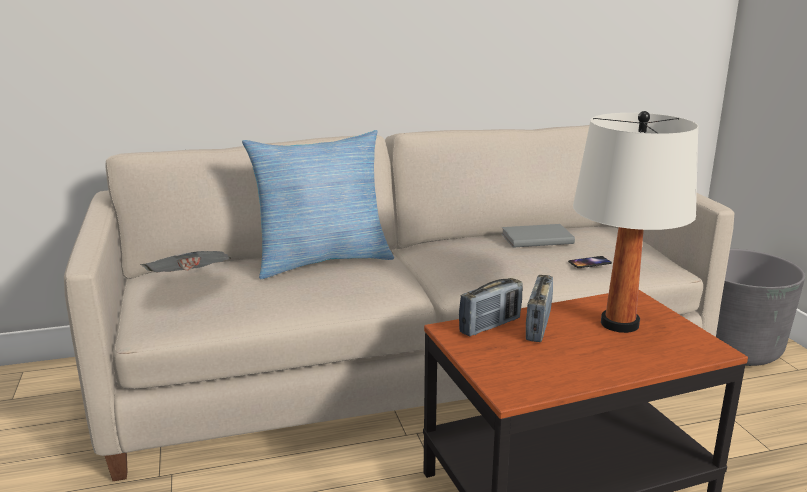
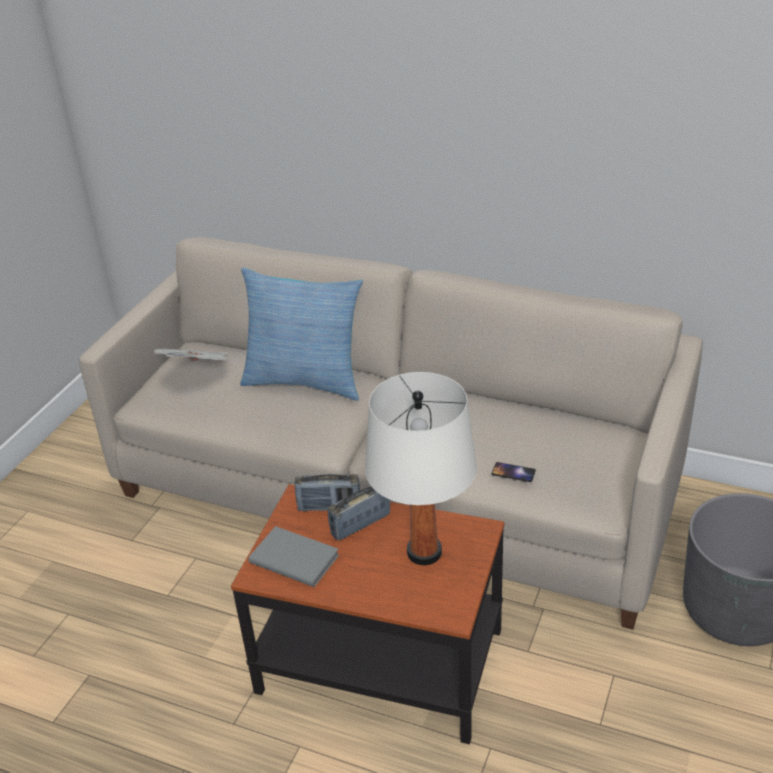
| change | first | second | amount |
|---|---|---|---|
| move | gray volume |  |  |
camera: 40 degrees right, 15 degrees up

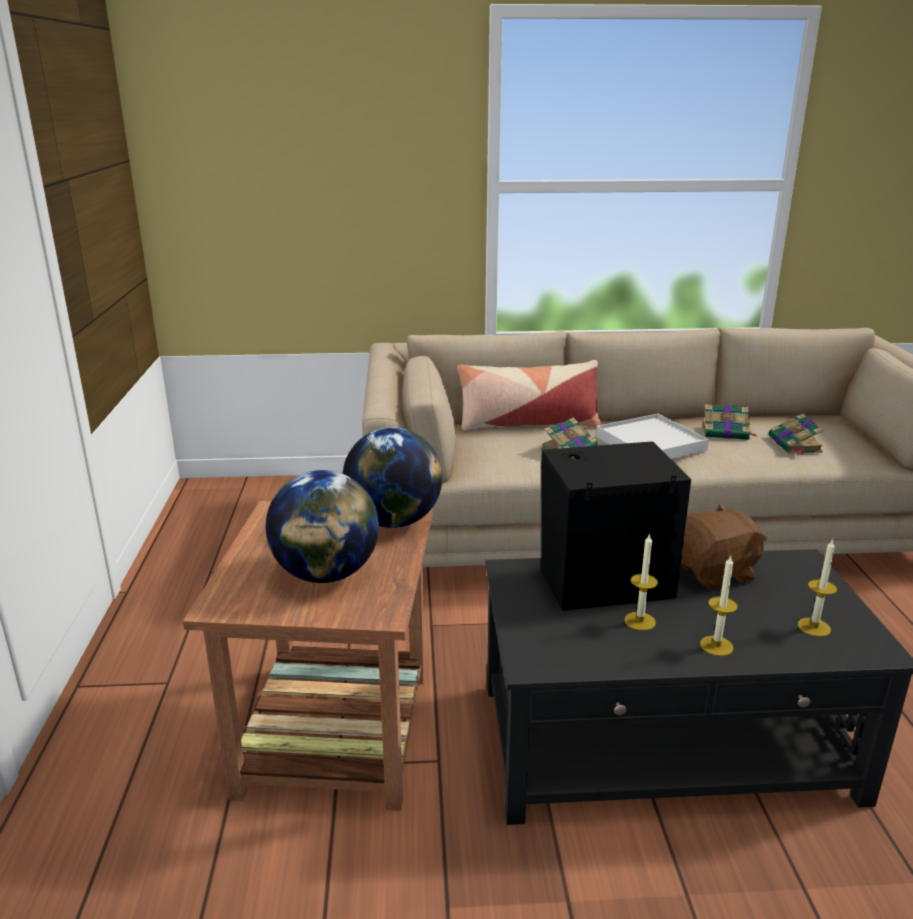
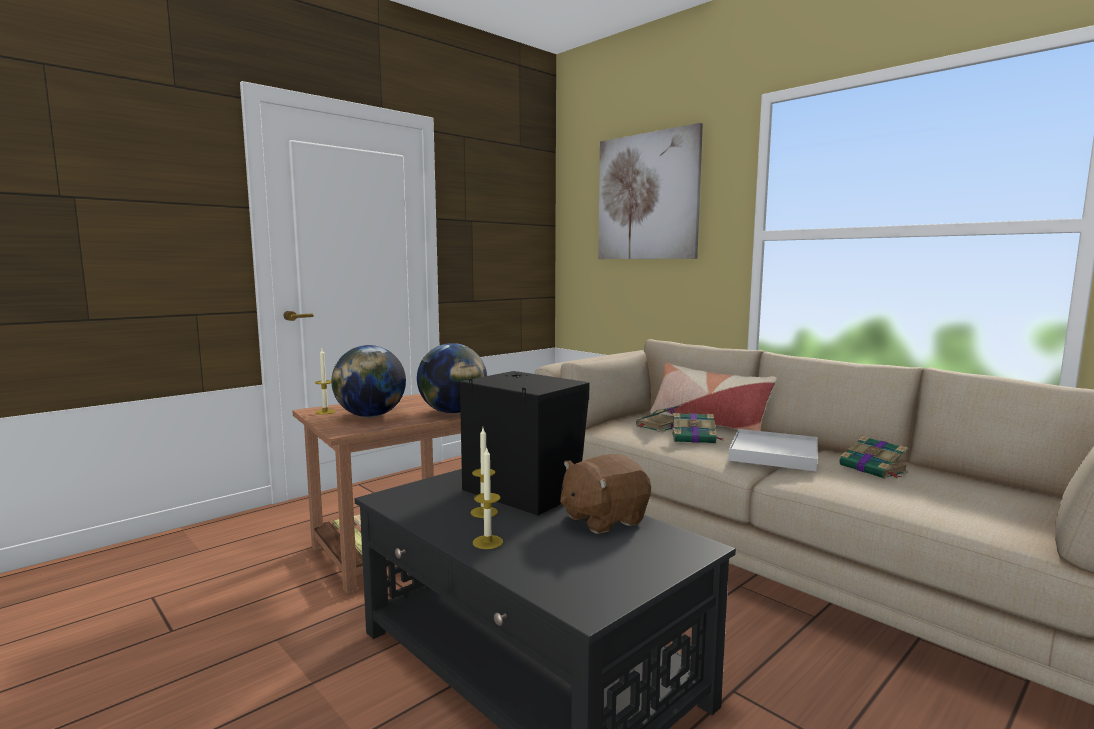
| change | first | second | amount |
|---|---|---|---|
| insert |  | wall picture |  |
| move | volume (3rd from left in the first image) | volume (1st from left) |  |
| move | candle (3rd from left in the first image) | candle (1st from left) |  |
| rotate | brown-coloured cuddly toy |  | 120 degrees clockwise |
camera: 50 degrees right, 15 degrees down

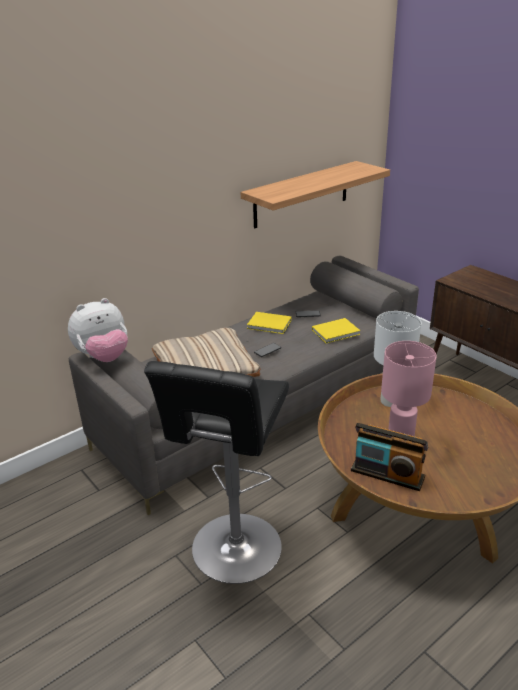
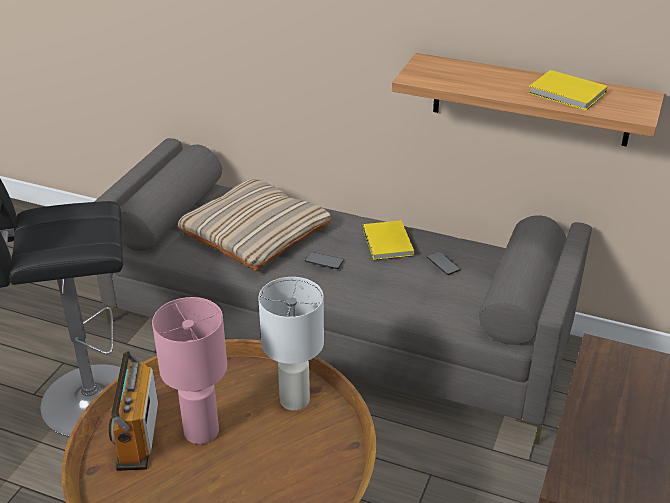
| change | first | second | amount |
|---|---|---|---|
| delete | cuddly toy |  |  |
| move | yellow volume (2nd from left) |  |  |
camera: 60 degrees right, 5 degrees up

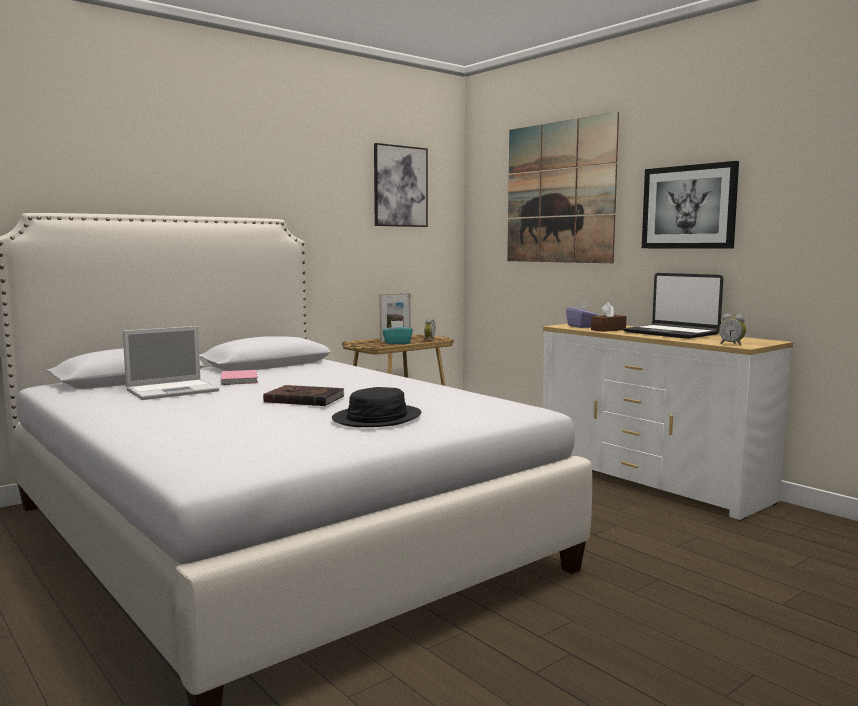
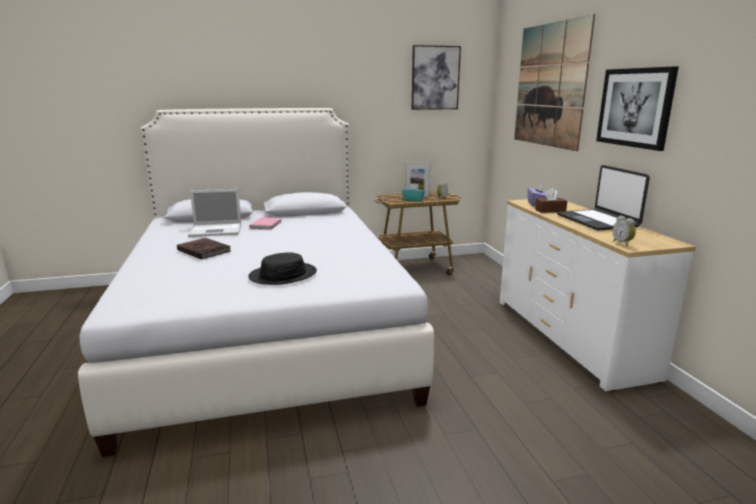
| change | first | second | amount |
|---|---|---|---|
| move | brown-coloured volume |  |  |
camera: 25 degrees right, 10 degrees up

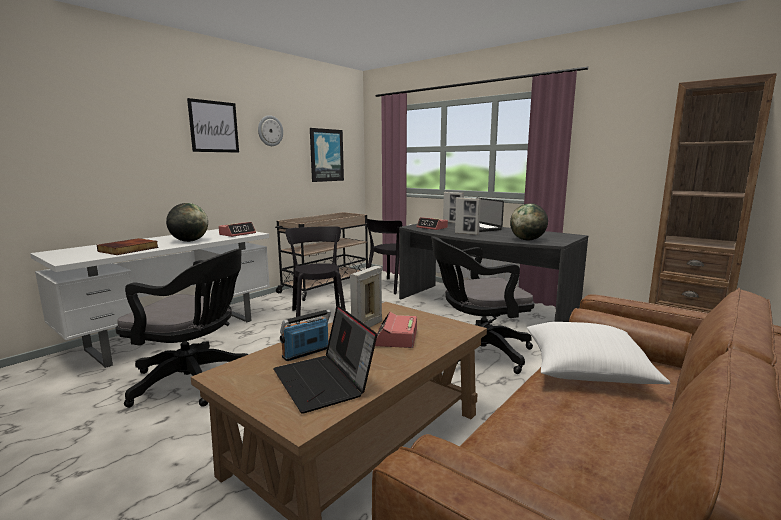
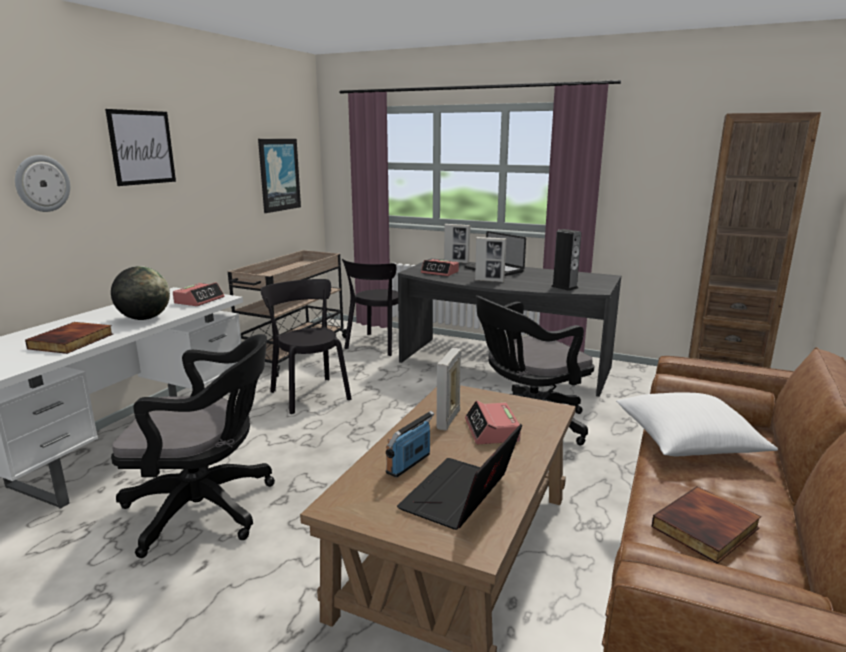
| change | first | second | amount |
|---|---|---|---|
| insert |  | volume (2nd from left) |  |
| move | wall clock |  |  |
| replace | desk globe (2nd from left) | loudspeaker |  |
| rotate | notebook computer (1st from left) |  | 75 degrees clockwise |
camera: 15 degrees left, 5 degrees up

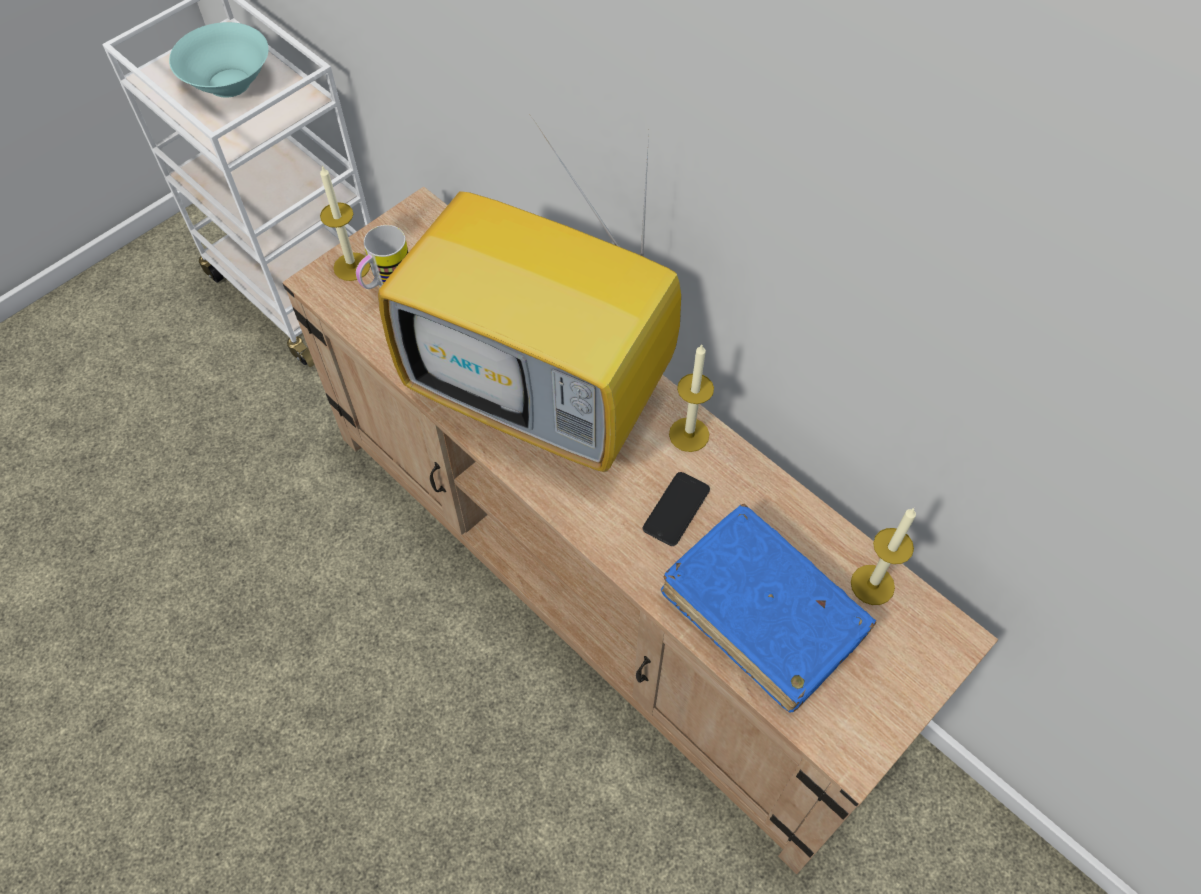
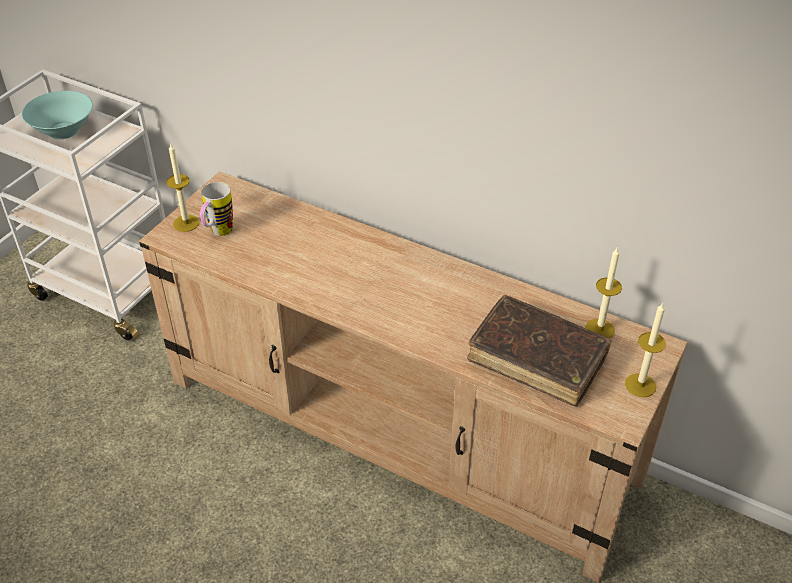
| change | first | second | amount |
|---|---|---|---|
| delete | TV set |  |  |
| delete | phone |  |  |
| move | candle (2nd from left in the first image) | candle (3rd from left) |  |
| recolor | blue-coloured volume | brown-coloured volume |  |
camera: 15 degrees left, 15 degrees down

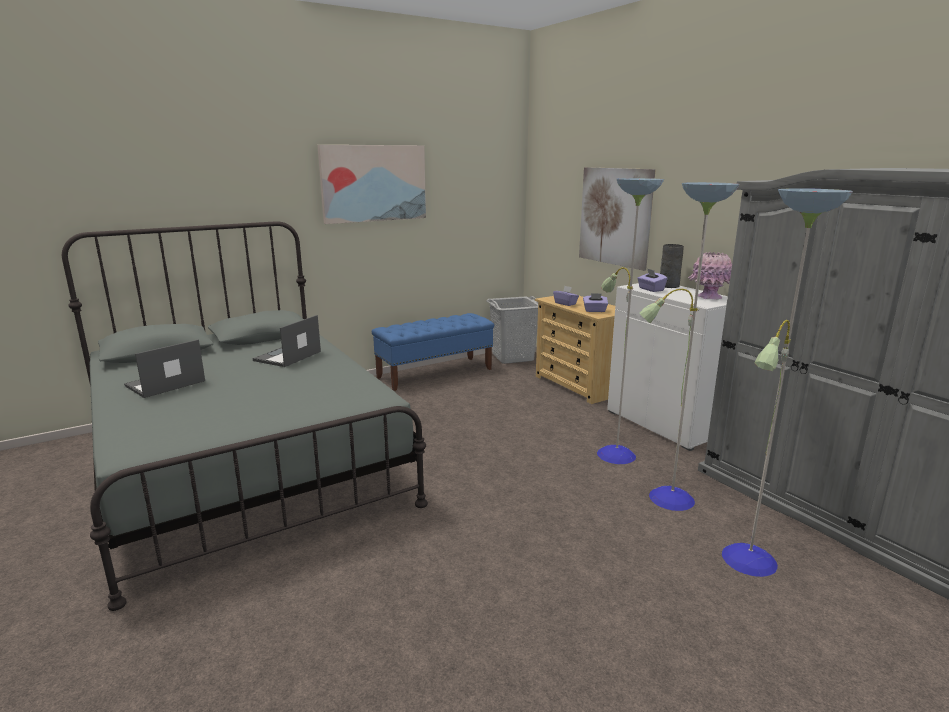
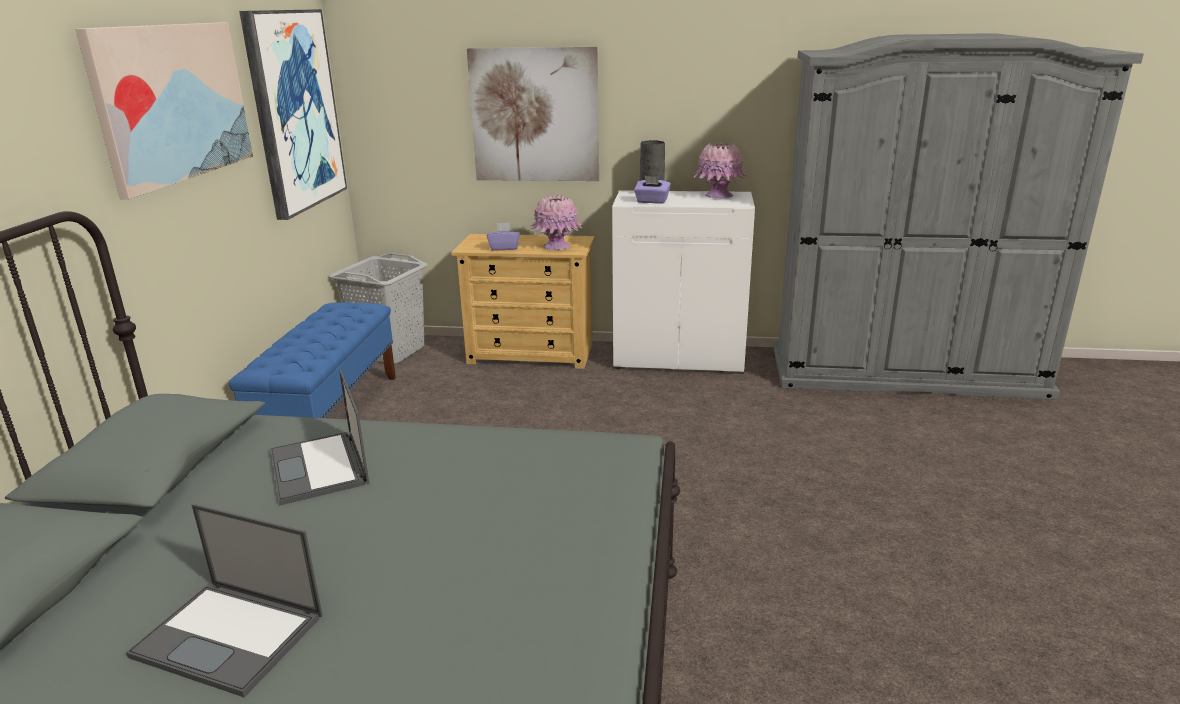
| change | first | second | amount |
|---|---|---|---|
| delete | floor lamp |  |  |
| insert |  | wall picture (2nd from left) |  |
| replace | purplish tissue holder (2nd from left) | pink vase (1st from left) |  |
| rotate | notebook computer (1st from left) |  | 60 degrees counterclockwise |
camera: 50 degrees left, 5 degrees up

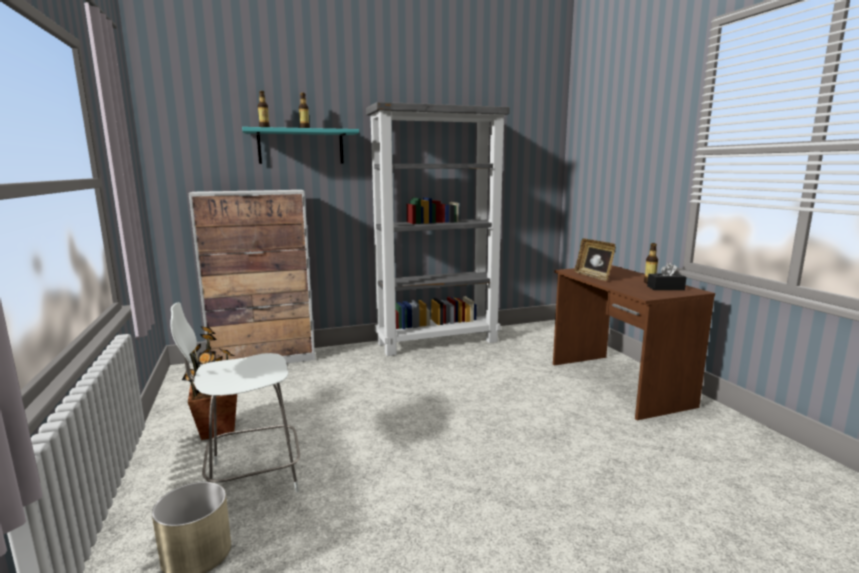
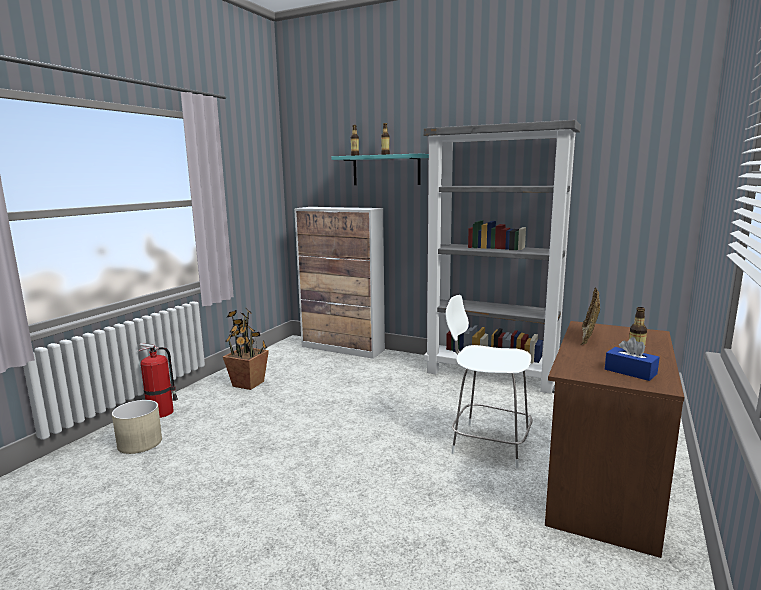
| change | first | second | amount |
|---|---|---|---|
| insert |  | extinguisher |  |
| move | white-coloured stool |  |  |
| recolor | blackish tissue holder | blue-coloured tissue holder |  |
camera: 45 degrees right, 0 degrees up

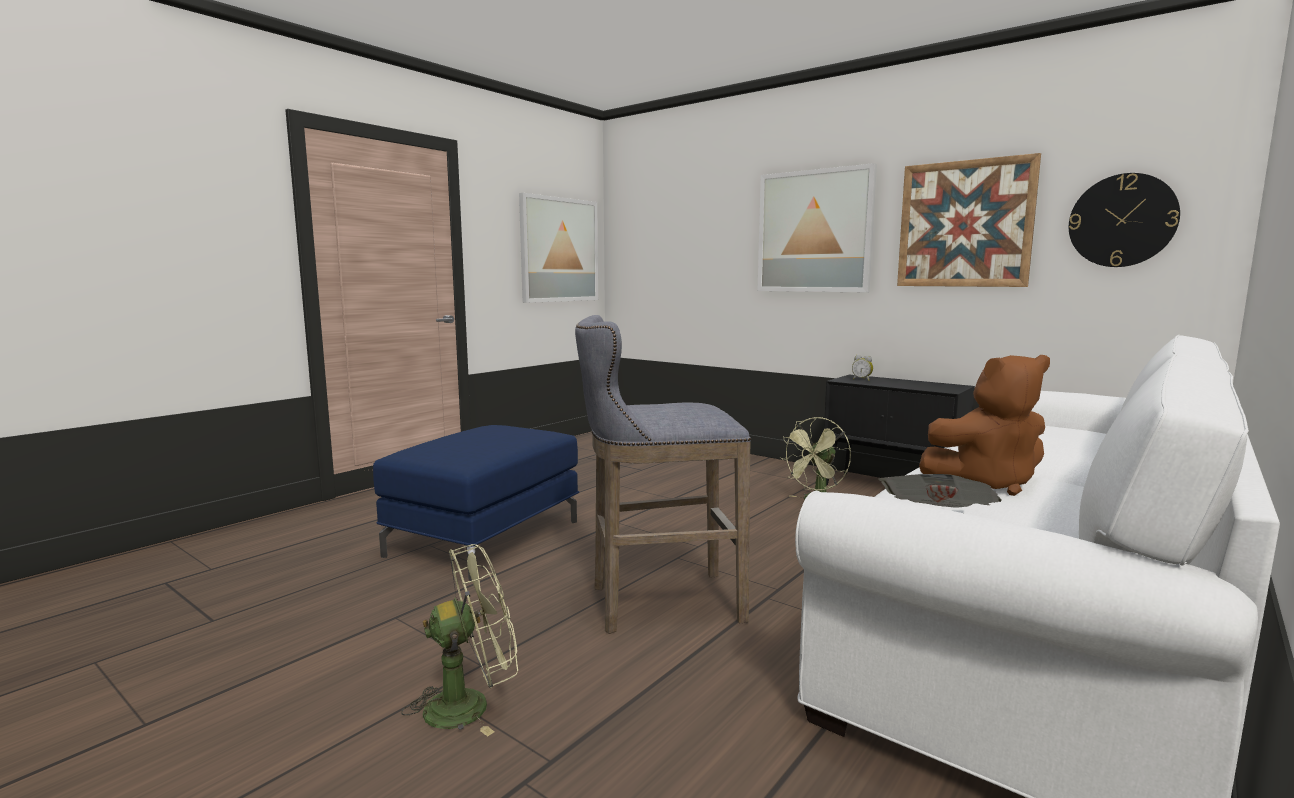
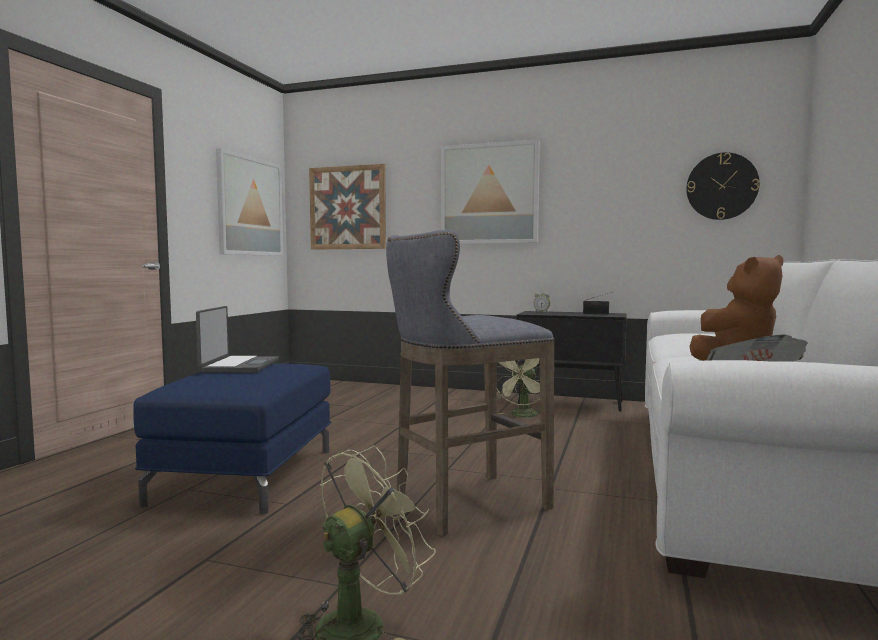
| change | first | second | amount |
|---|---|---|---|
| insert |  | notebook computer |  |
| insert |  | radio |  |
| move | wall picture (3rd from left in the first image) | wall picture (2nd from left) |  |
camera: 20 degrees left, 5 degrees down

